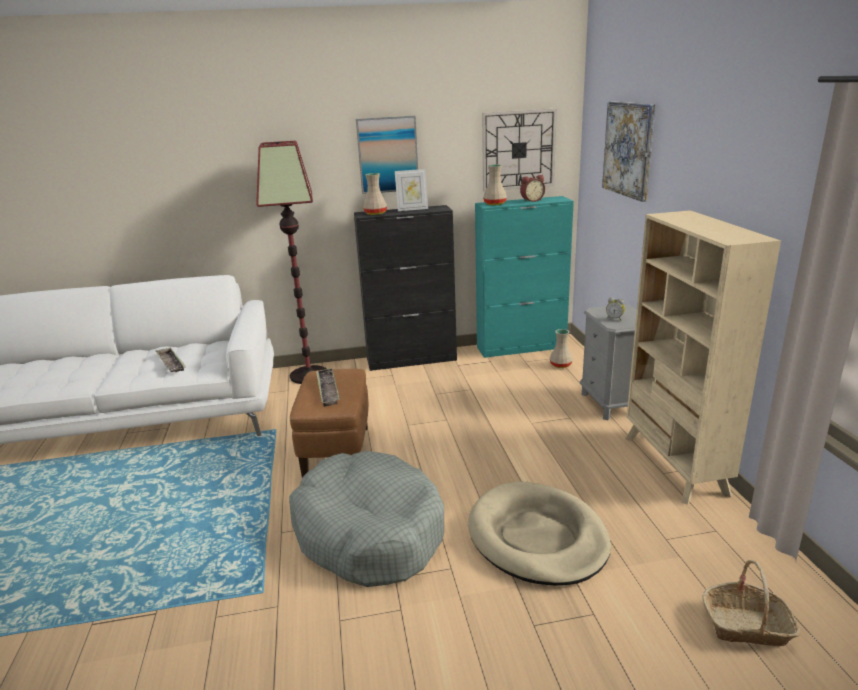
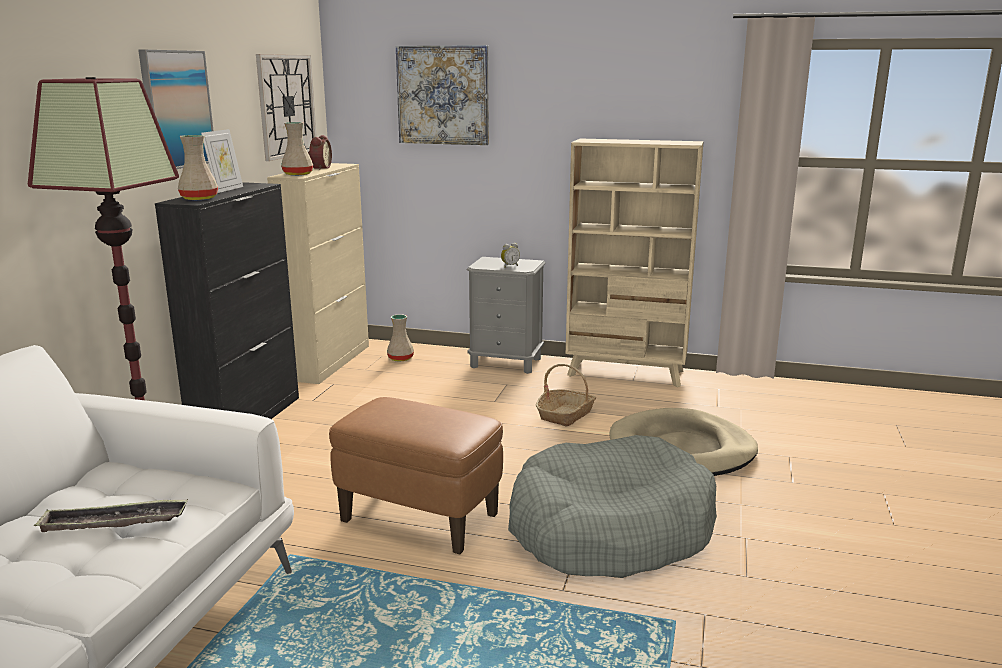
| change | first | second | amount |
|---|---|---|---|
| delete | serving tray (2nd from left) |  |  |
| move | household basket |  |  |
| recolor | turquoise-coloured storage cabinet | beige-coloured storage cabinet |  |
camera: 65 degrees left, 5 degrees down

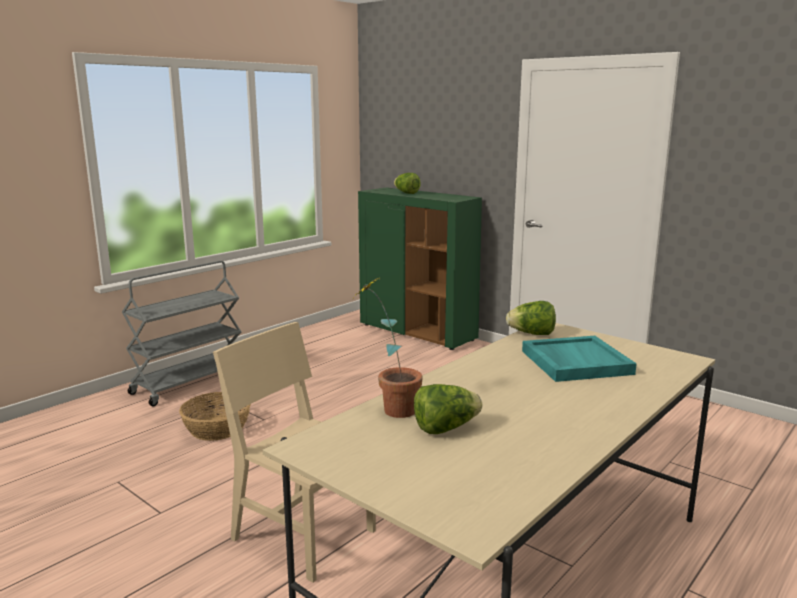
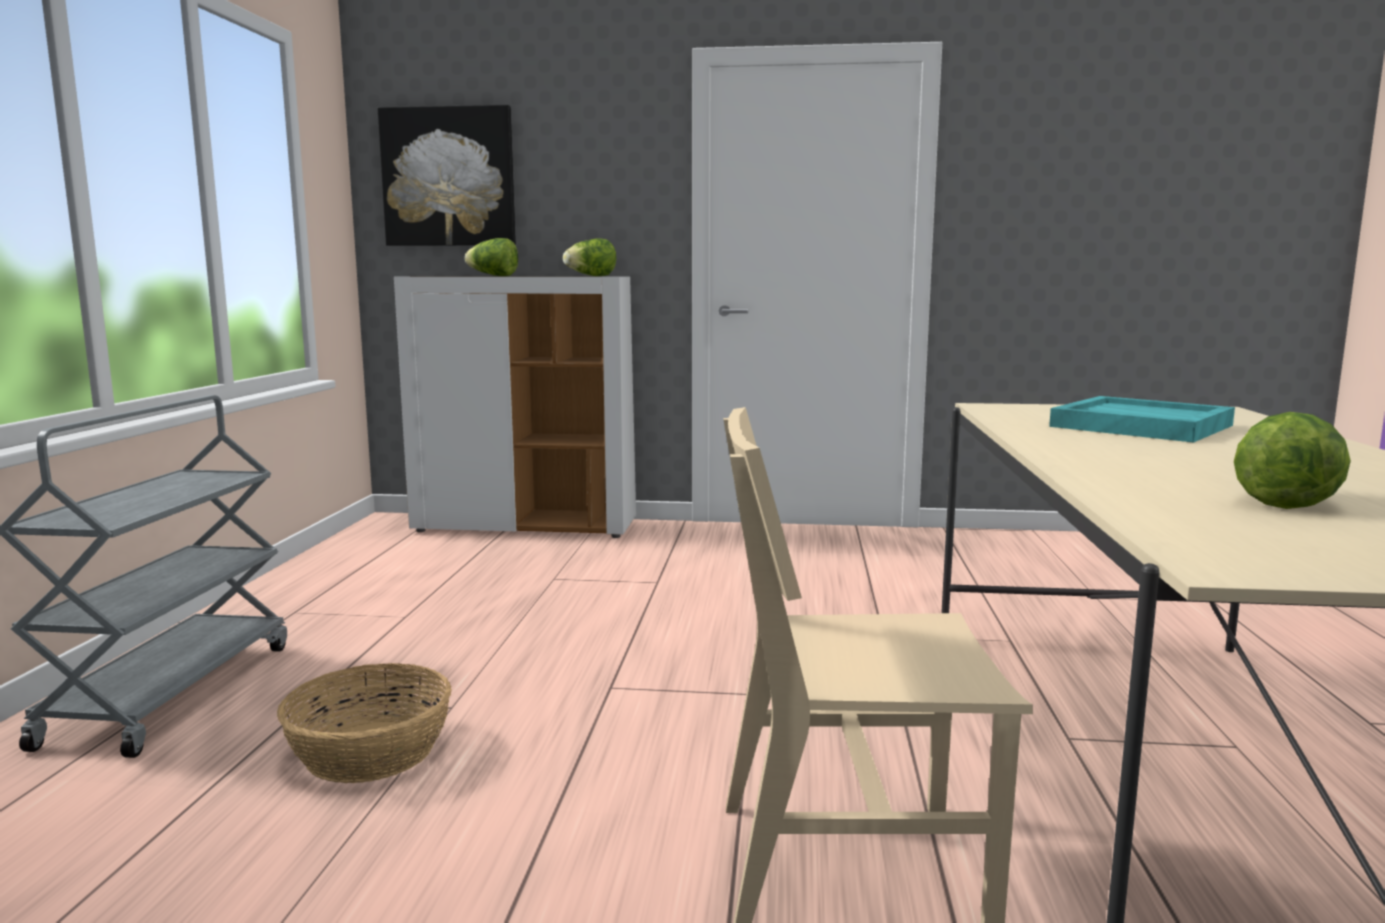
| change | first | second | amount |
|---|---|---|---|
| delete | houseplant |  |  |
| insert |  | wall picture |  |
| move | lettuce (3rd from left in the first image) | lettuce (2nd from left) |  |
| recolor | green-coloured storage cabinet | white-coloured storage cabinet |  |
camera: 35 degrees left, 5 degrees down

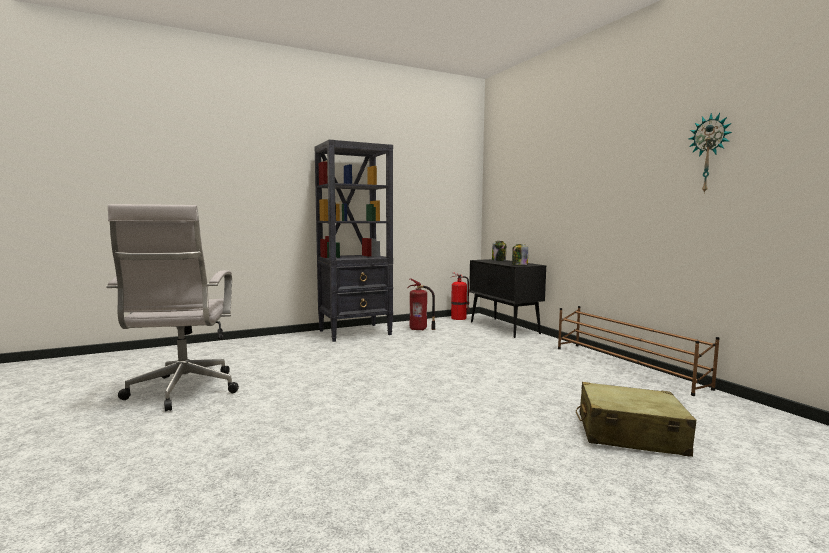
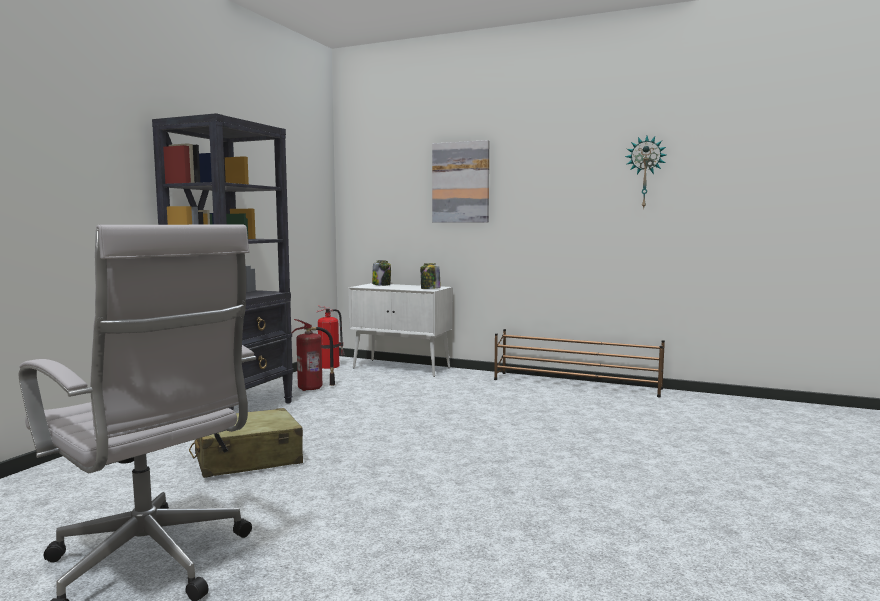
| change | first | second | amount |
|---|---|---|---|
| insert |  | wall picture |  |
| move | beige-coloured suitcase |  |  |
| recolor | blackish storage cabinet | white-coloured storage cabinet |  |
camera: 40 degrees left, 0 degrees up

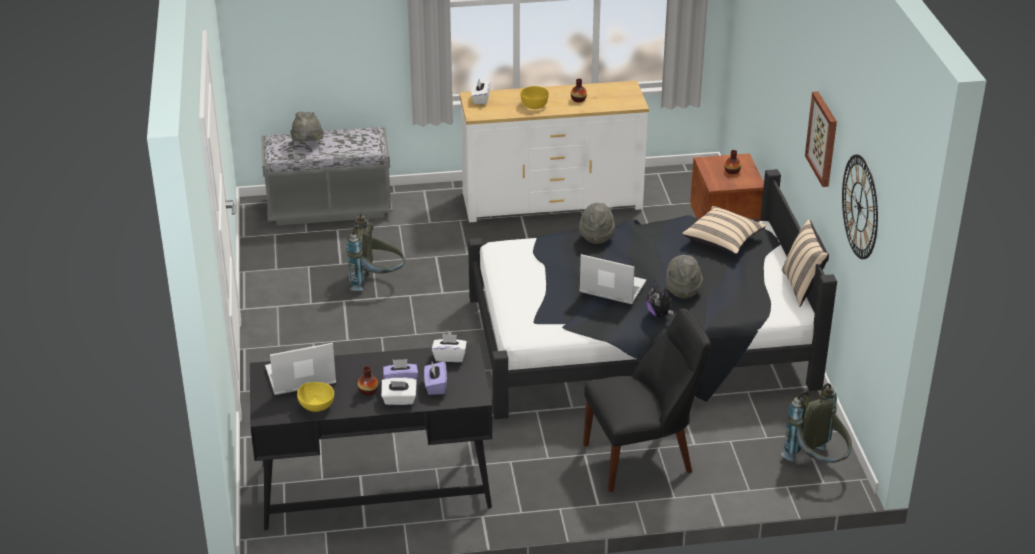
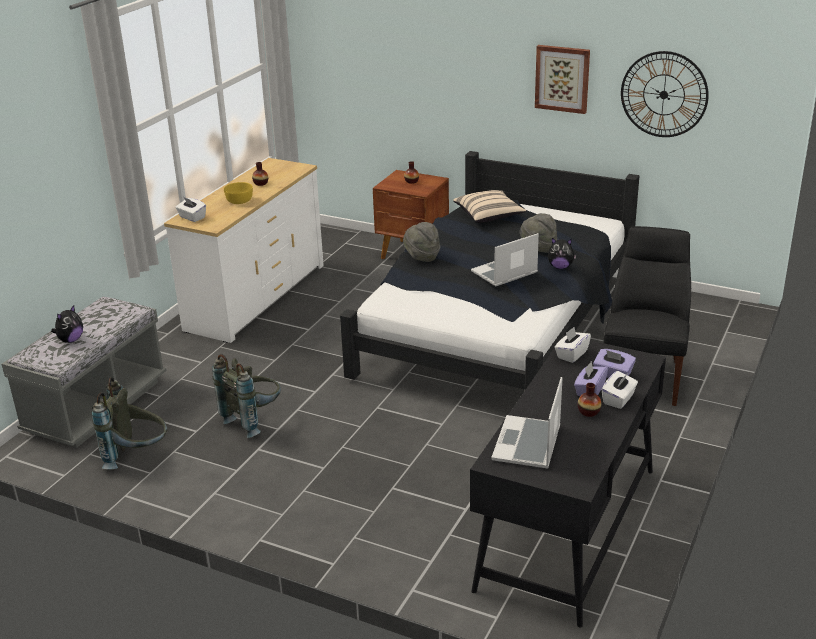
| change | first | second | amount |
|---|---|---|---|
| delete | yellow serving bowl (1st from left) |  |  |
| delete | beige-coloured throw pillow (2nd from left) |  |  |
| move | gray rucksack (2nd from left in the first image) | gray rucksack (1st from left) |  |
| replace | gray hat (1st from left) | cuddly toy (1st from left) |  |
camera: 55 degrees left, 5 degrees down

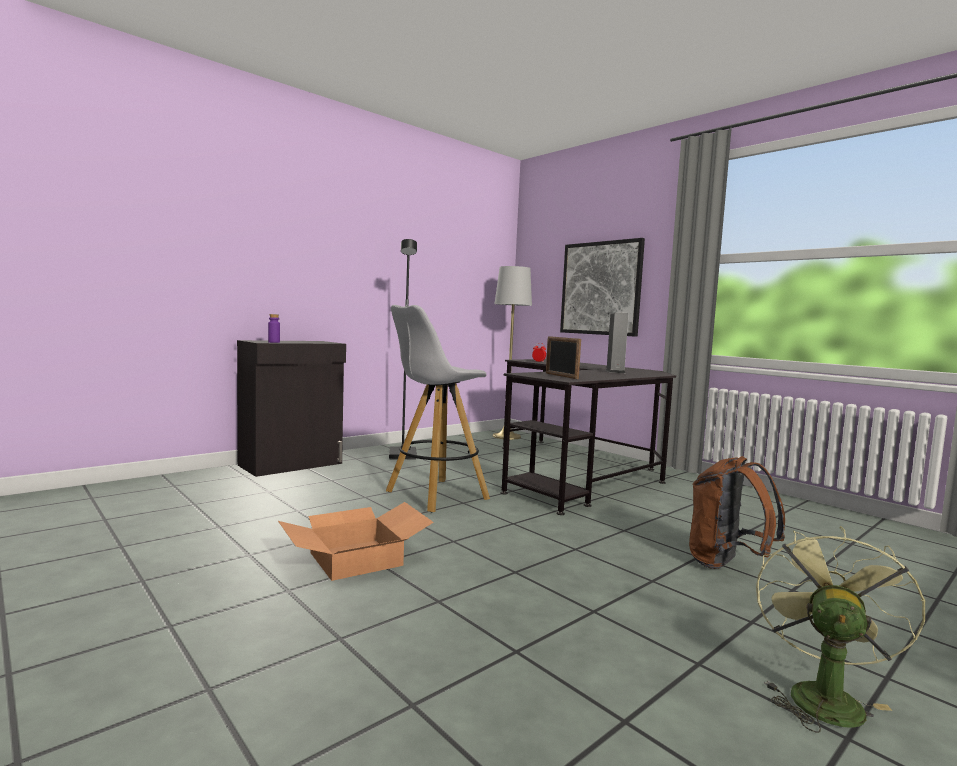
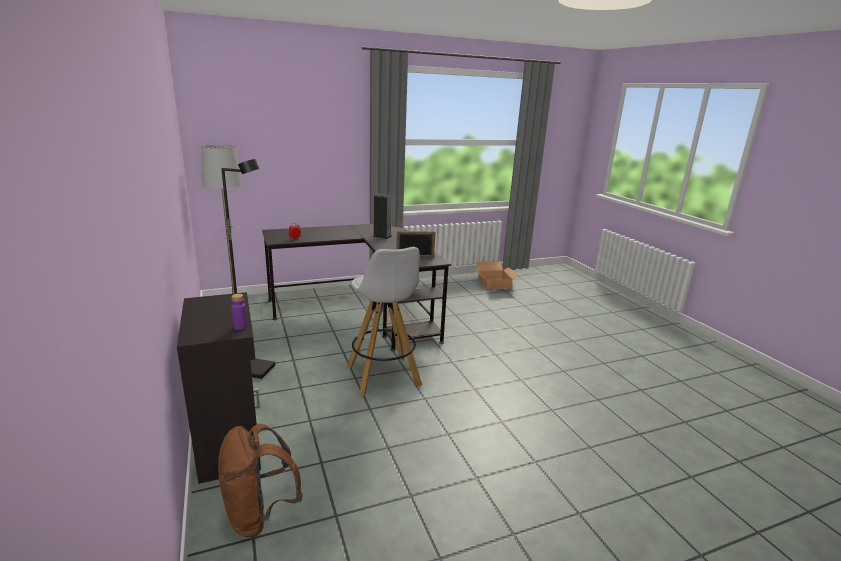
| change | first | second | amount |
|---|---|---|---|
| delete | wall picture |  |  |
| delete | green-coloured cooling fan |  |  |
| move | packing box |  |  |
| move | brown-coloured rucksack |  |  |
camera: 70 degrees left, 15 degrees up

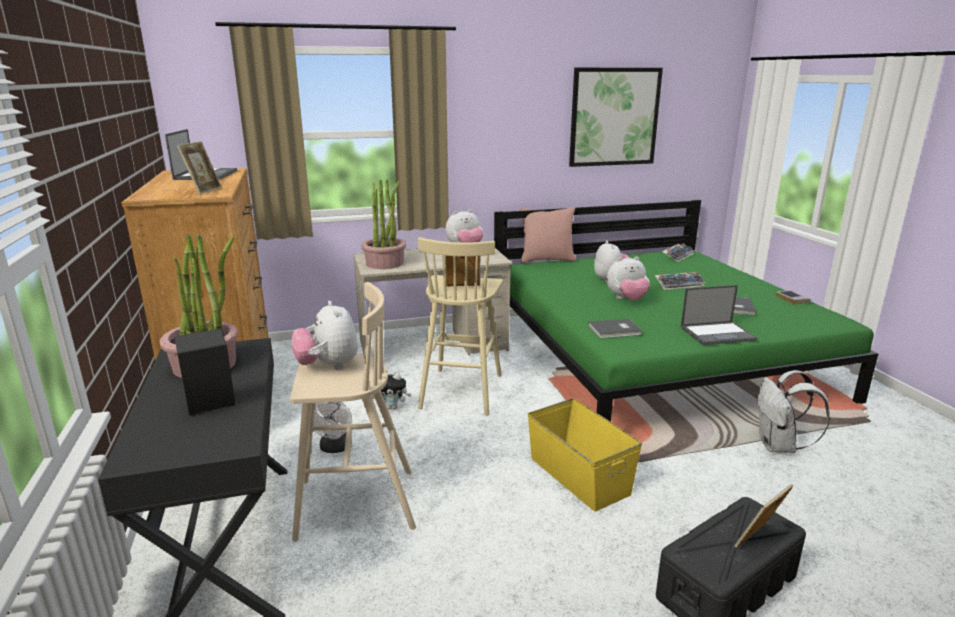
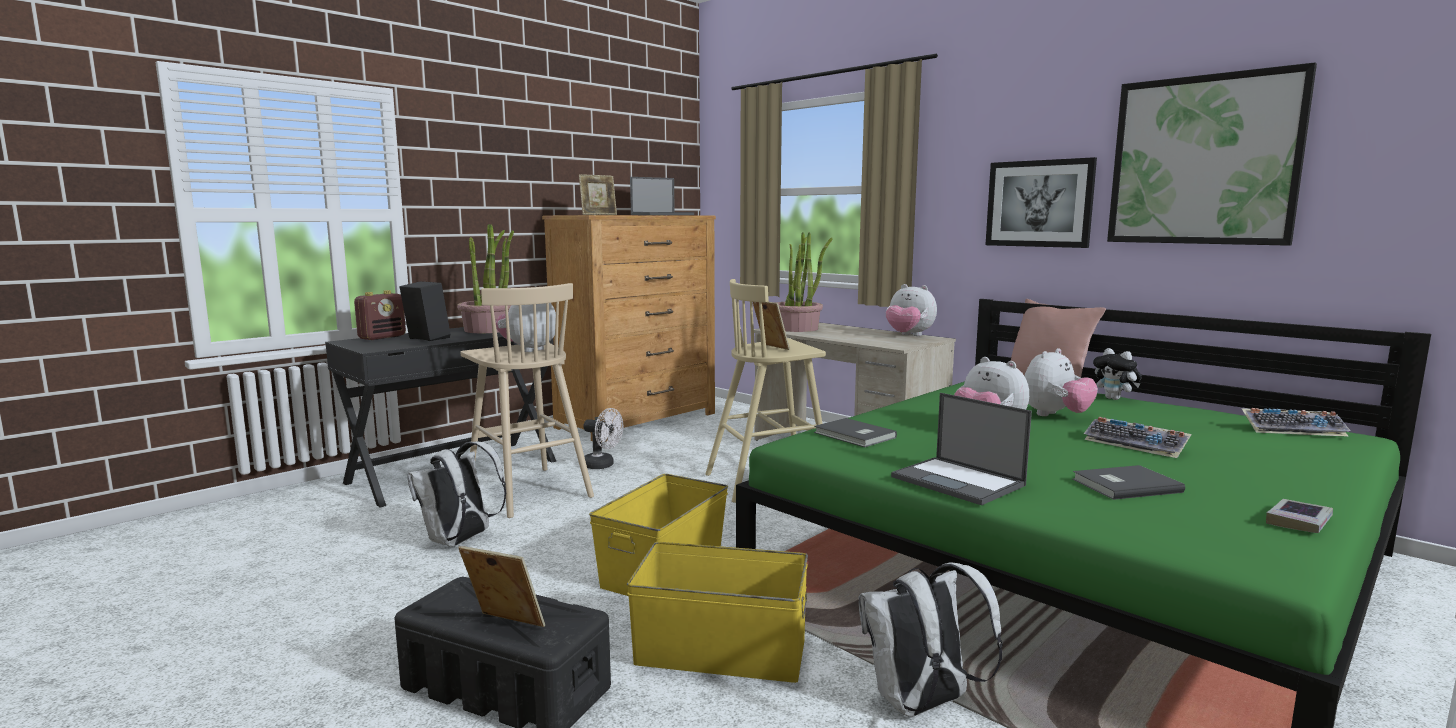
| change | first | second | amount |
|---|---|---|---|
| insert |  | radio |  |
| insert |  | white-coloured rucksack (1st from left) |  |
| insert |  | yellow storage bin (2nd from left) |  |
| insert |  | wall picture (1st from left) |  |
| move | cuddly toy (2nd from left in the first image) | cuddly toy (5th from left) |  |
| rotate | white-coloured cooling fan |  | 120 degrees counterclockwise |
camera: 60 degrees right, 10 degrees down

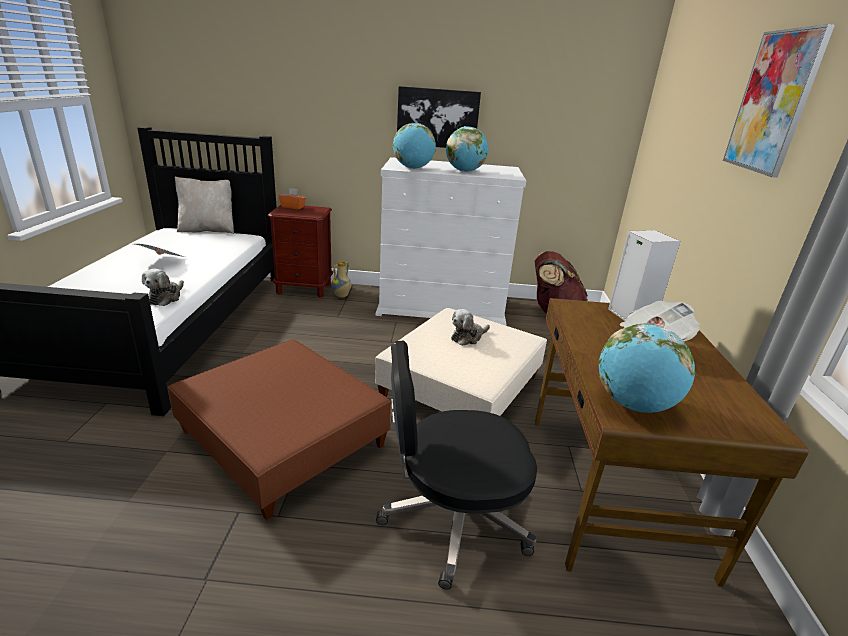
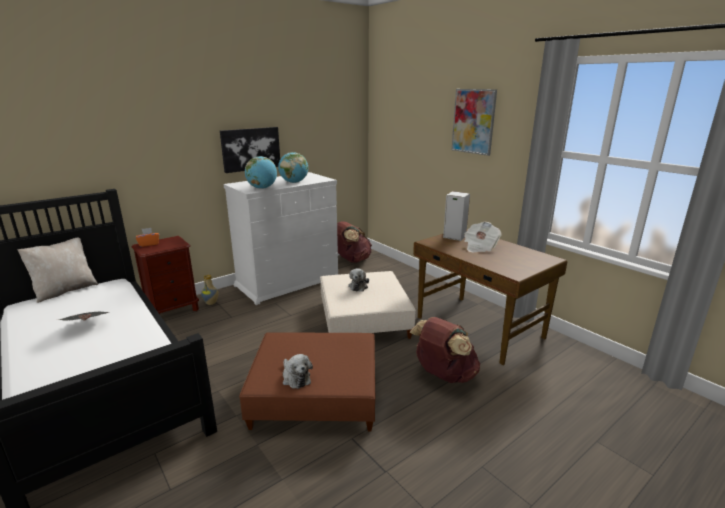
| change | first | second | amount |
|---|---|---|---|
| delete | desk globe (3rd from left) |  |  |
| move | cuddly toy (1st from left) |  |  |
| replace | blackish desk chair | brown-coloured rucksack (2nd from left) |  |
camera: 40 degrees left, 5 degrees down

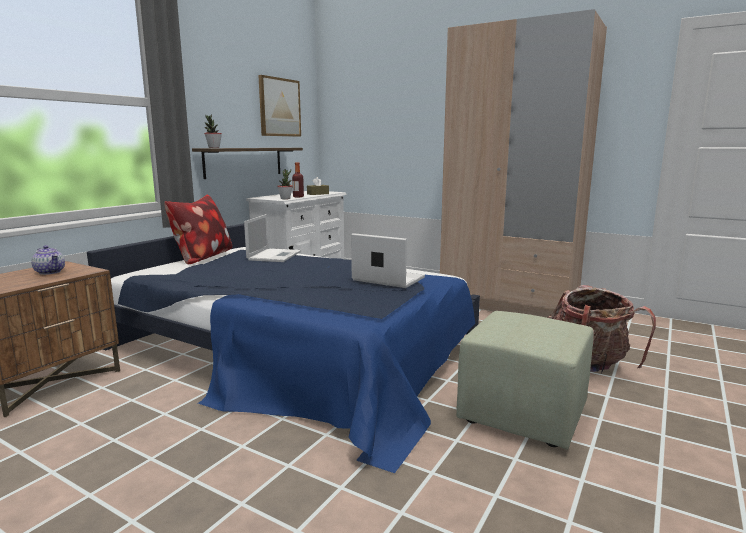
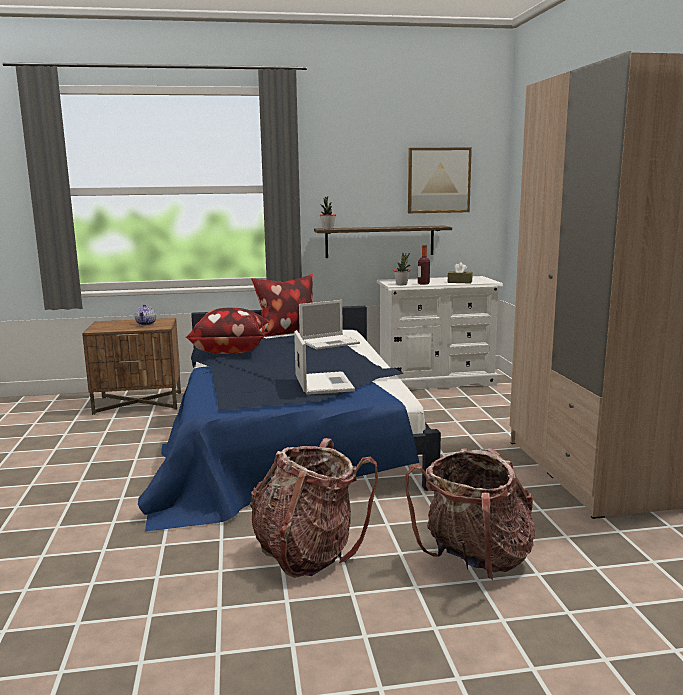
| change | first | second | amount |
|---|---|---|---|
| insert |  | throw pillow (1st from left) |  |
| replace | green-coloured footrest | rucksack (1st from left) |  |
camera: 50 degrees right, 0 degrees up

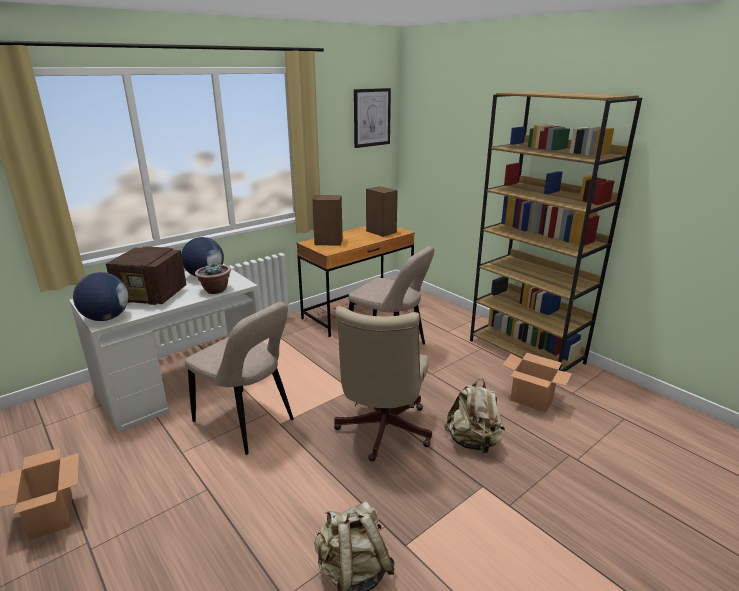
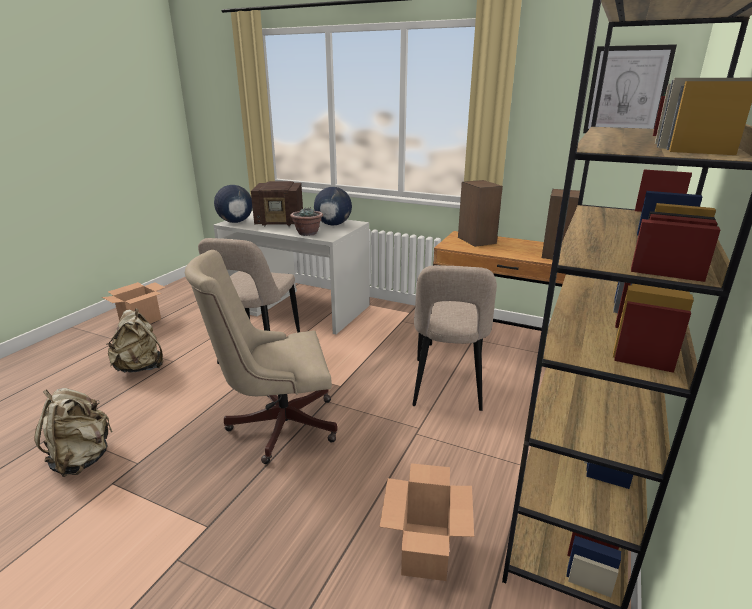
| change | first | second | amount |
|---|---|---|---|
| move | beige-coloured rucksack (2nd from left) |  |  |
| rotate | radio |  | 75 degrees counterclockwise |
camera: 65 degrees right, 0 degrees up

